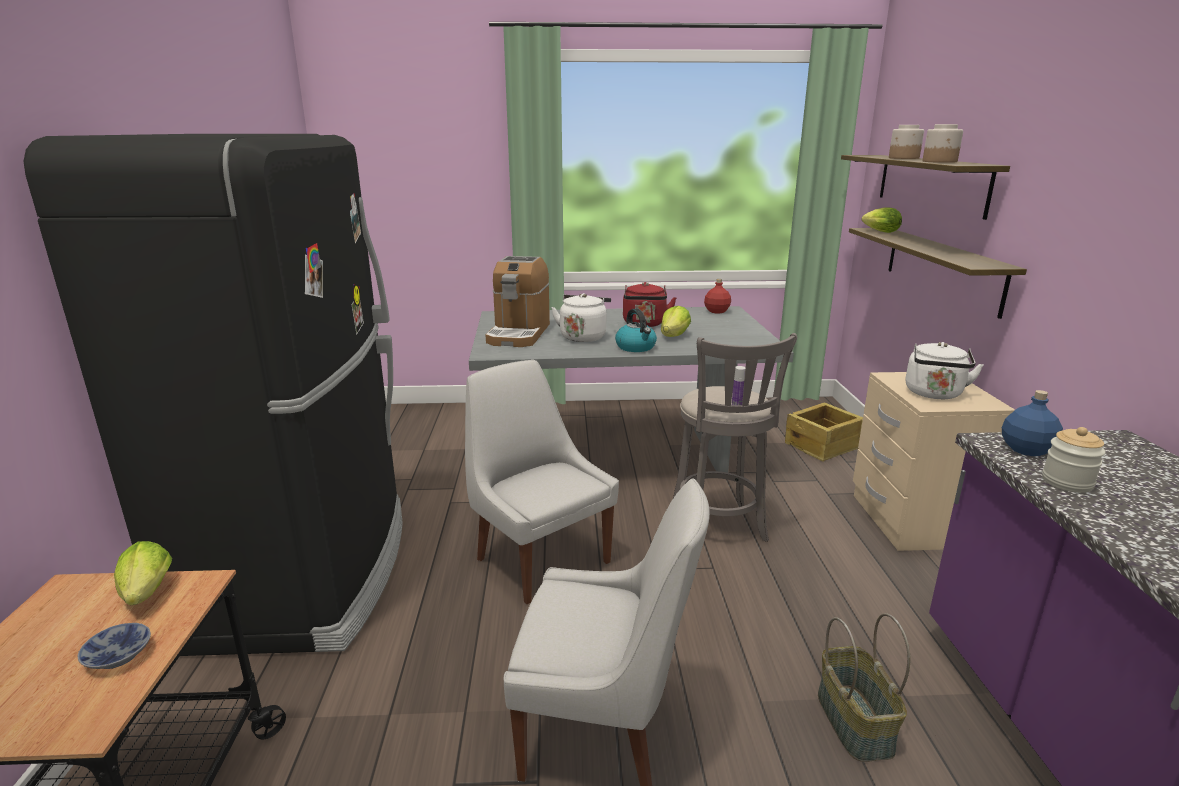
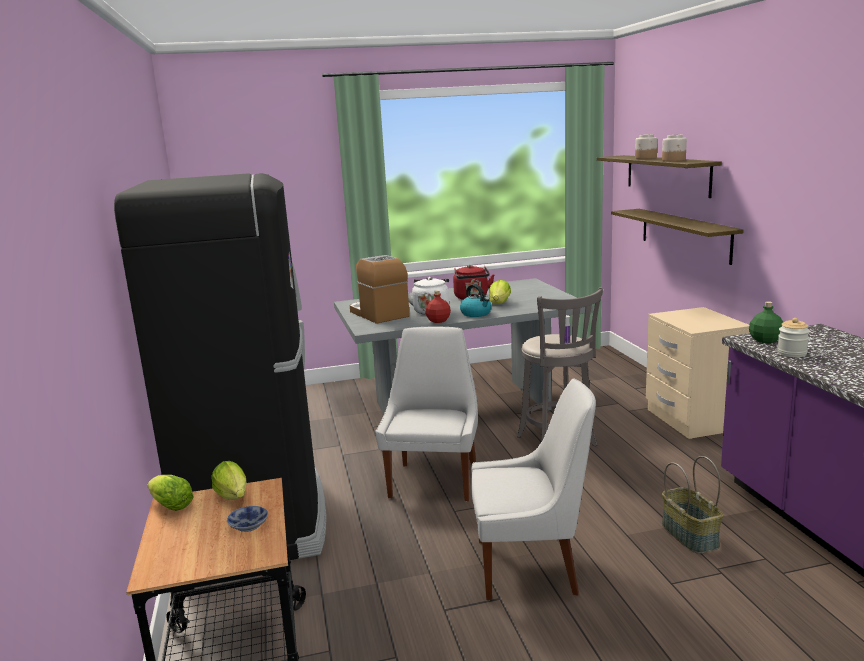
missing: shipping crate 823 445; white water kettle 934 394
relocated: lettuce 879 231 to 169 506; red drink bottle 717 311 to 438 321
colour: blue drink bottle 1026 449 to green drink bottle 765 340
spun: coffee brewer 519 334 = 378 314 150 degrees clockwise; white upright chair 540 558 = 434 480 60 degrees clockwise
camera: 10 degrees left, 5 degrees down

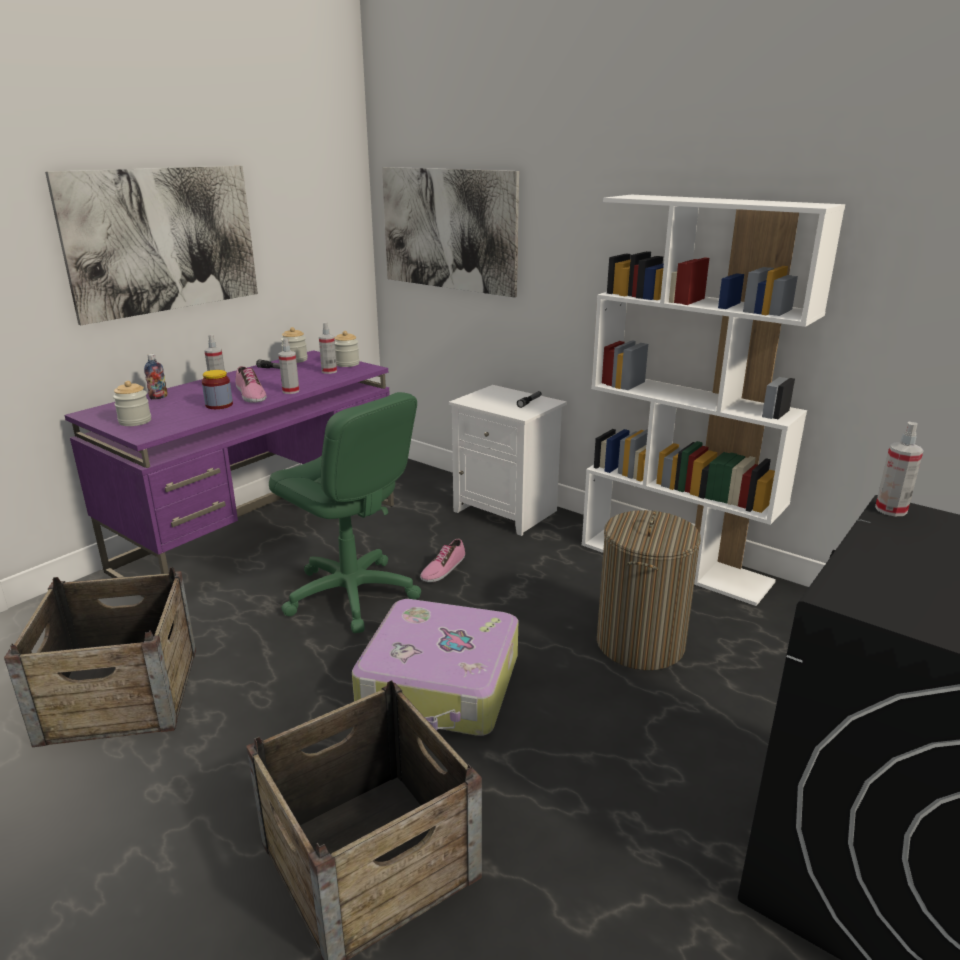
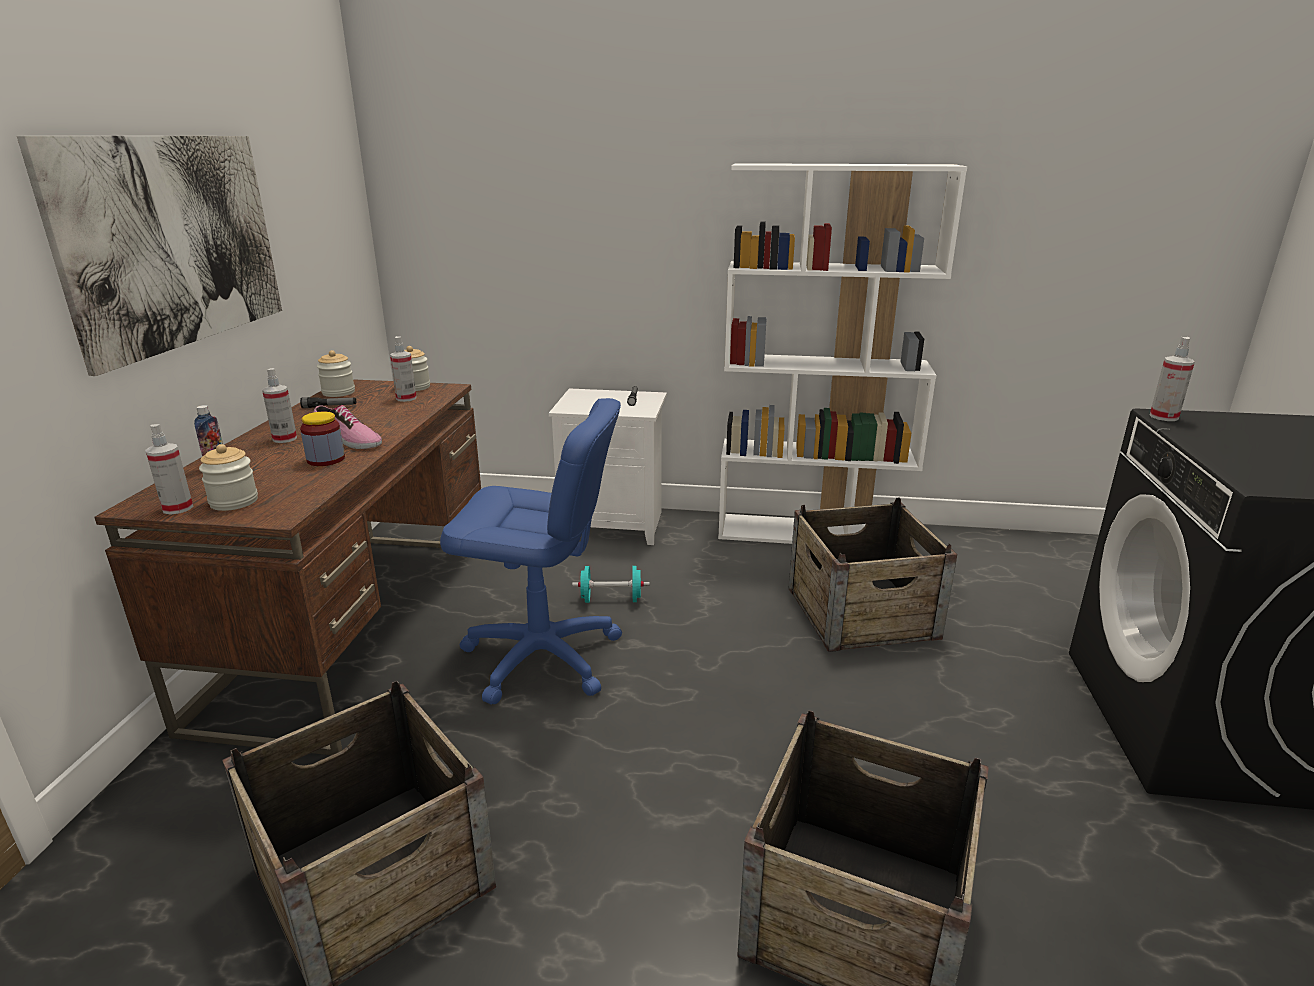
missing: piece of luggage 440 685; wall art 448 229
relocated: hand sprayer 291 391 to 177 508
exchanged: shoe 443 568 to turquoise-coloured free weight 611 599; washing basket 640 643 to shipping crate 860 612
colour: purple-coloured desk table 262 536 to brown desk table 358 625; green desk chair 351 595 to blue desk chair 542 657
camera: 30 degrees left, 0 degrees up

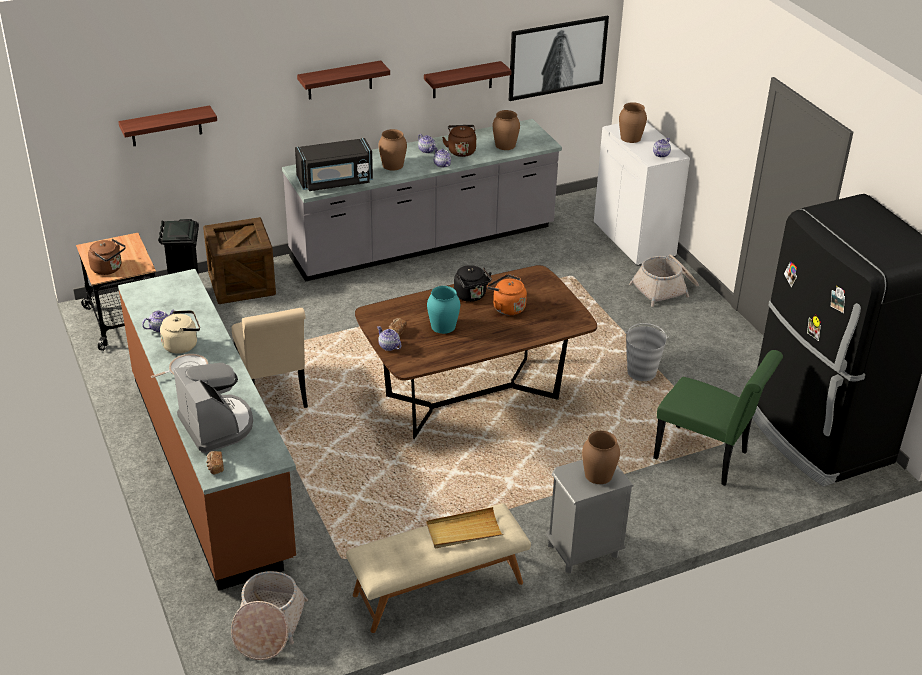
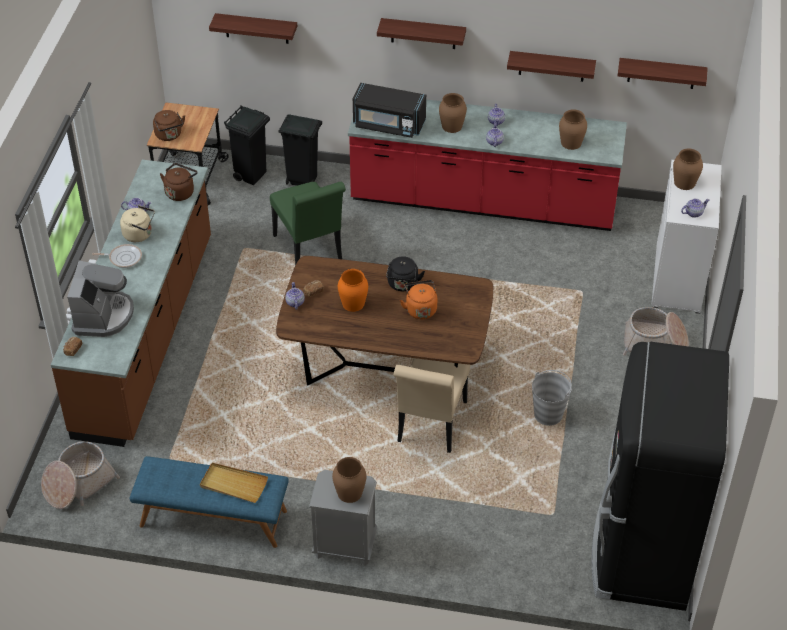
relocated: brown water kettle 461 151 to 180 192; green upright chair 707 457 to 309 251; sand-coloured upright chair 273 395 to 430 426
exchanged: shipping crate 242 284 to black waste bin 302 181; wall art 557 57 to shelf 661 73
colour: sand-coloured indoor bench 438 589 to blue indoor bench 213 519; turquoise-coloured decorative vase 443 326 to orange decorative vase 353 303; grey counter 424 244 to red counter 483 203
camera: 35 degrees right, 10 degrees up

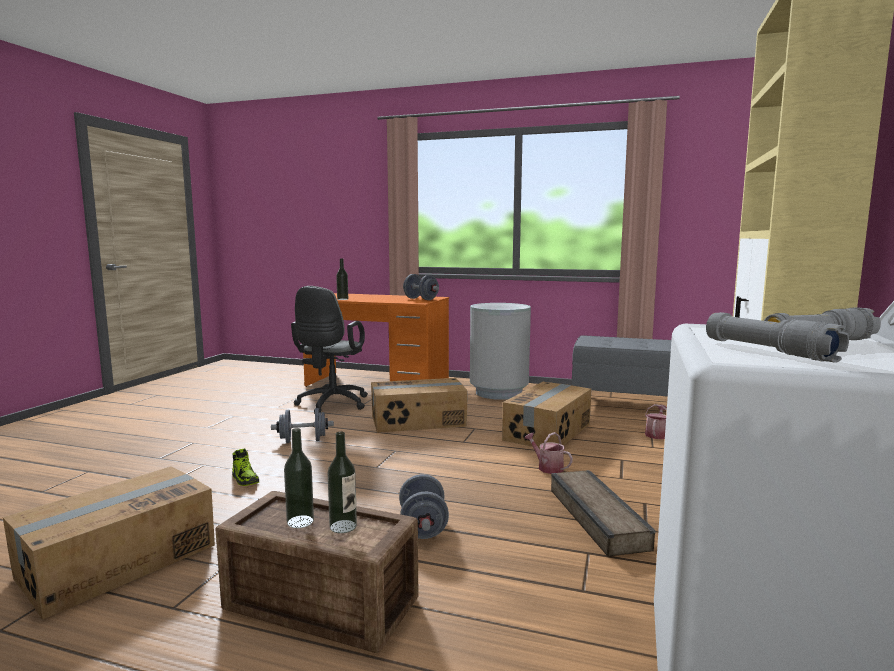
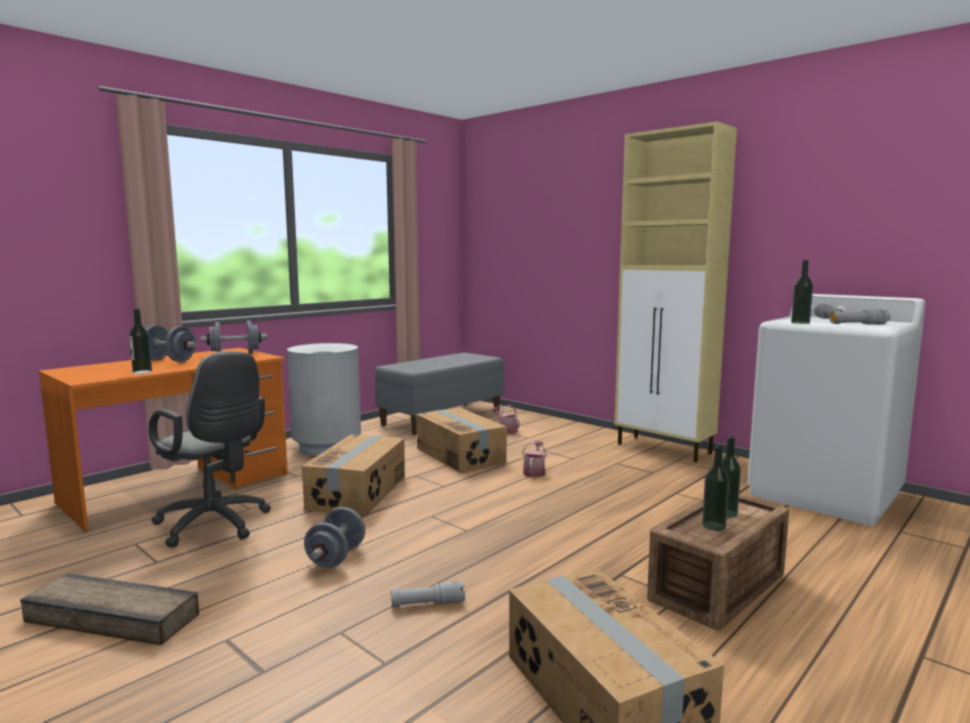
appeared: drink bottle 800 323
relocated: shipping crate 598 517 to 113 616; grey free weight 423 527 to 169 360
exchanged: shoe 245 479 to grey hand torch 428 604
spun: watering pot 547 467 = 534 472 120 degrees clockwise
camera: 65 degrees left, 0 degrees up

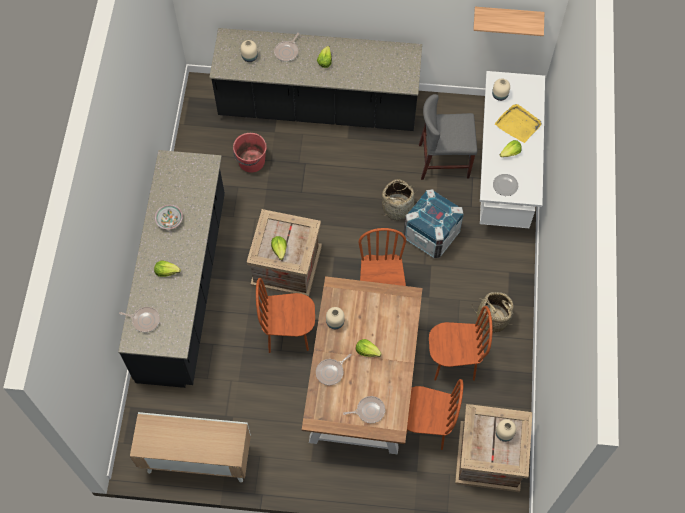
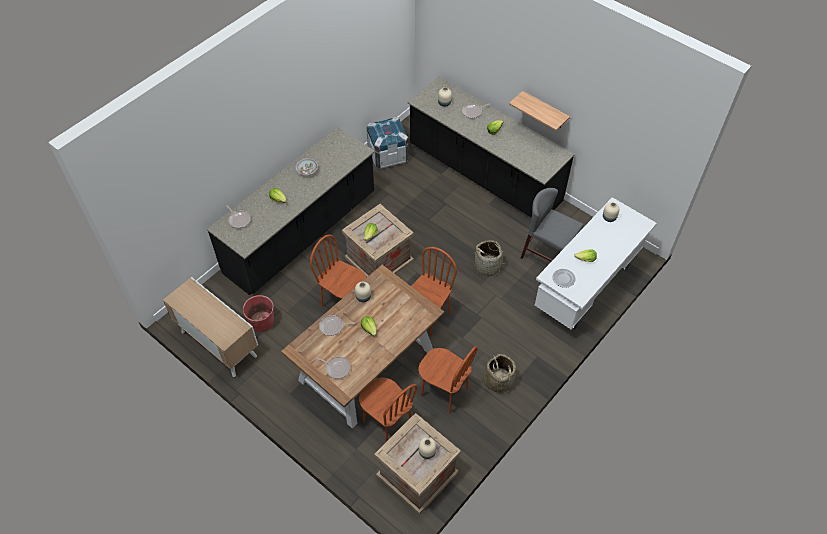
missing: yellow-coloured tray 518 124
relocated: red water bucket 251 161 to 261 322; shipping crate 431 234 to 388 155; shelf 508 16 to 544 110
camera: 35 degrees right, 10 degrees down

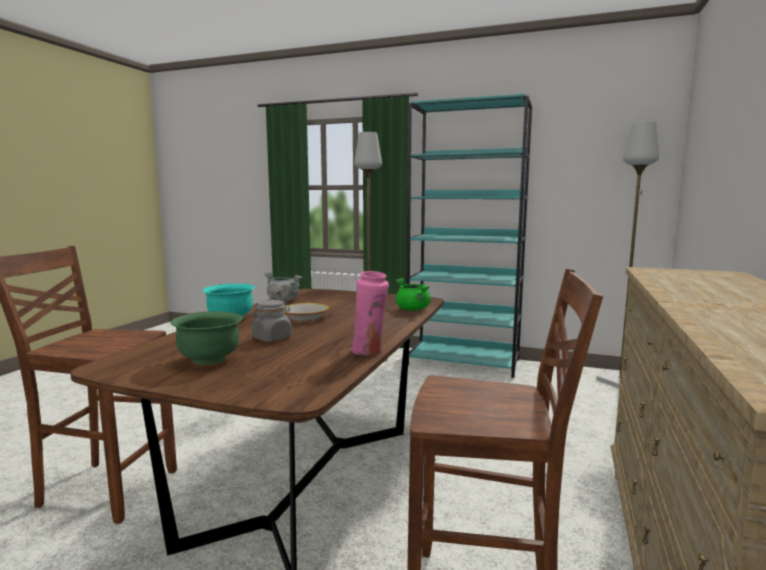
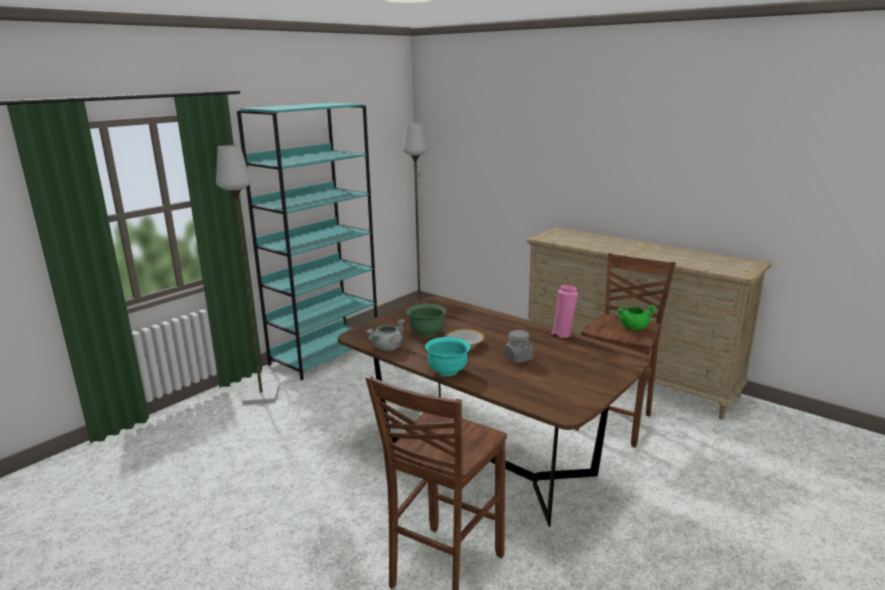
relocated: green serving bowl 209 360 to 427 333; green cooking pot 413 309 to 633 327
camera: 70 degrees left, 10 degrees up

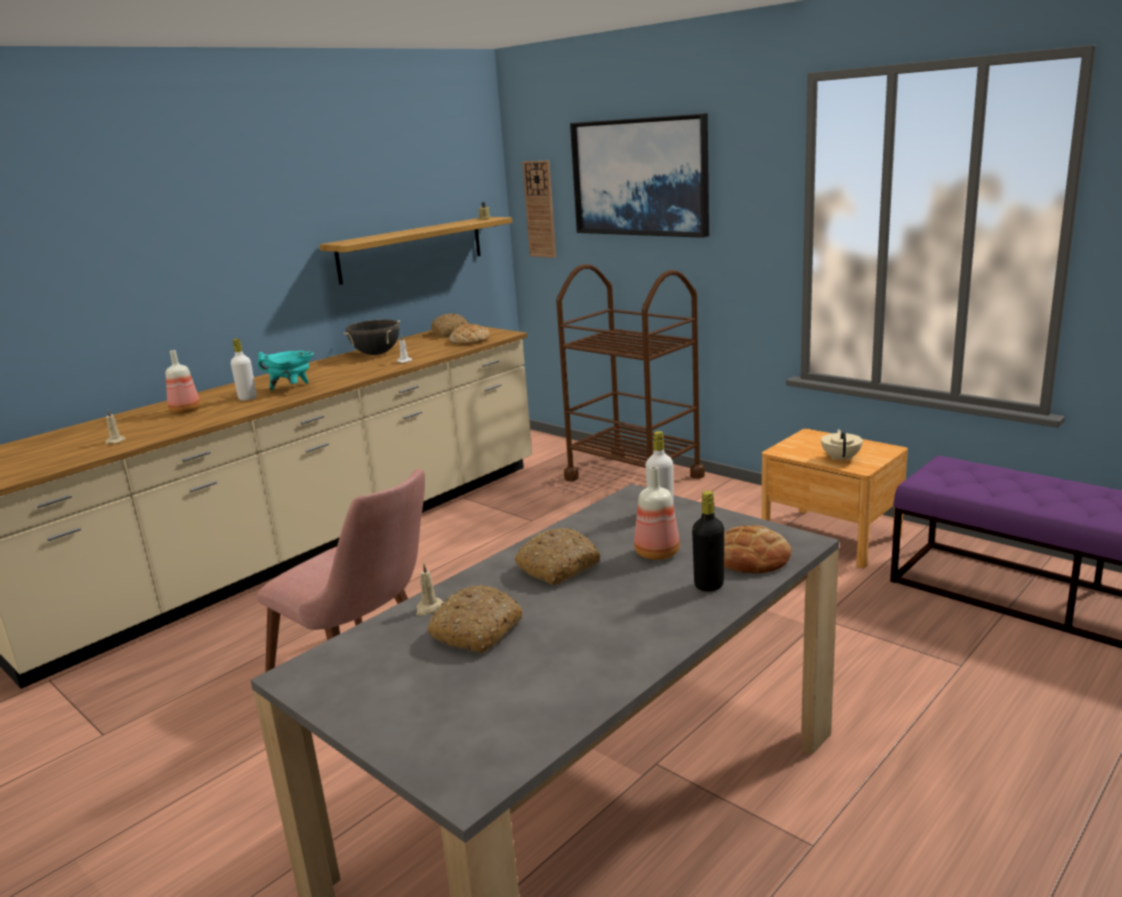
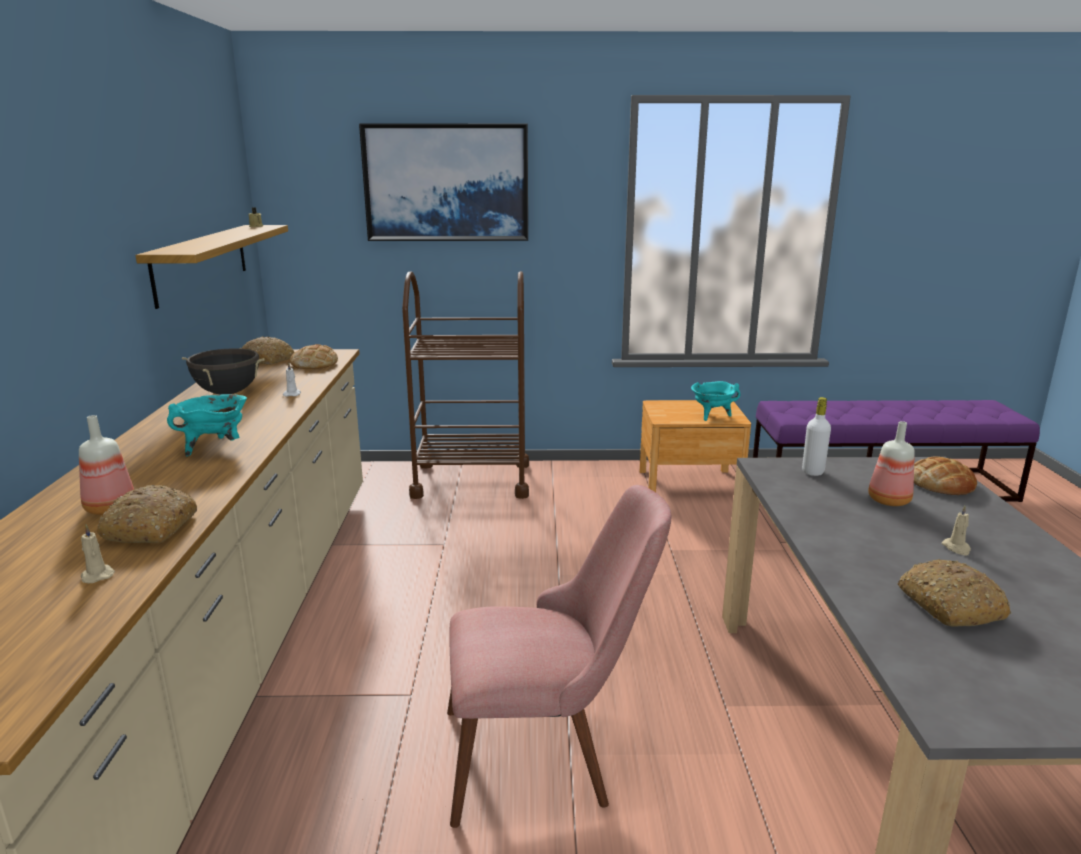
missing: white drink bottle 247 398; clock on the wall 540 209; black drink bottle 709 585
relocated: baked bread 558 567 to 151 527; sand-coloured wax light 428 608 to 956 548
exchanged: sand-coloured teapot 841 458 to turquoise-coloured cooking pot 712 416
camera: 45 degrees left, 0 degrees up

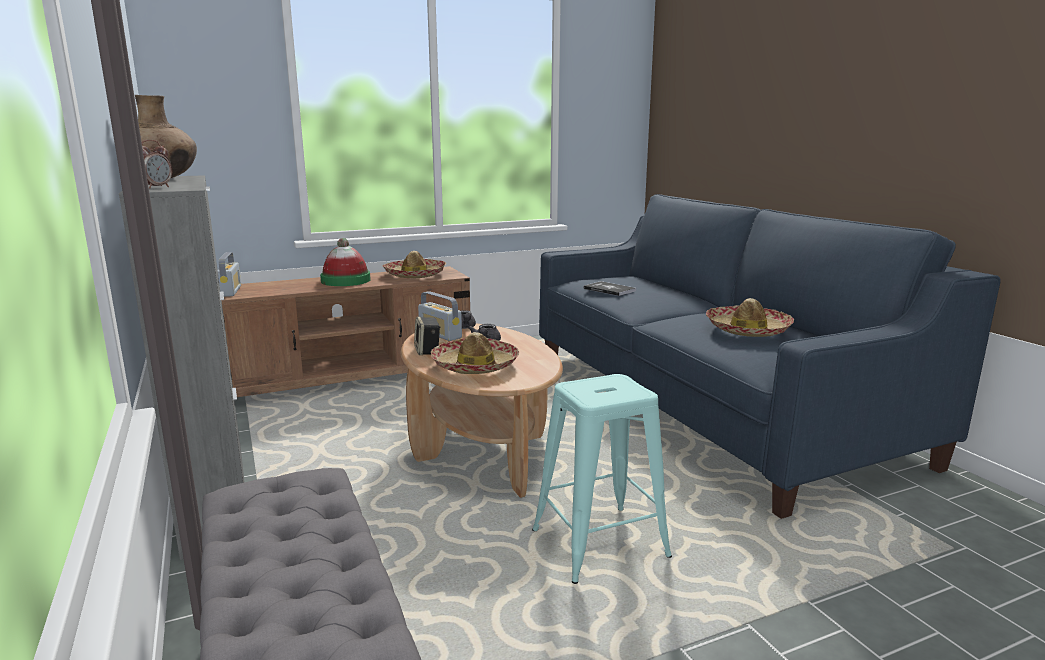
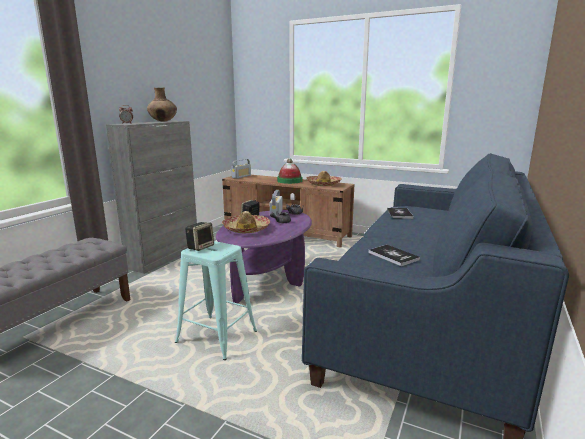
appeared: speaker 200 247
exchanged: wearable hat 747 330 to book 393 256
colour: brown low table 480 449 to purple-coloured low table 267 279
camera: 50 degrees right, 0 degrees up

